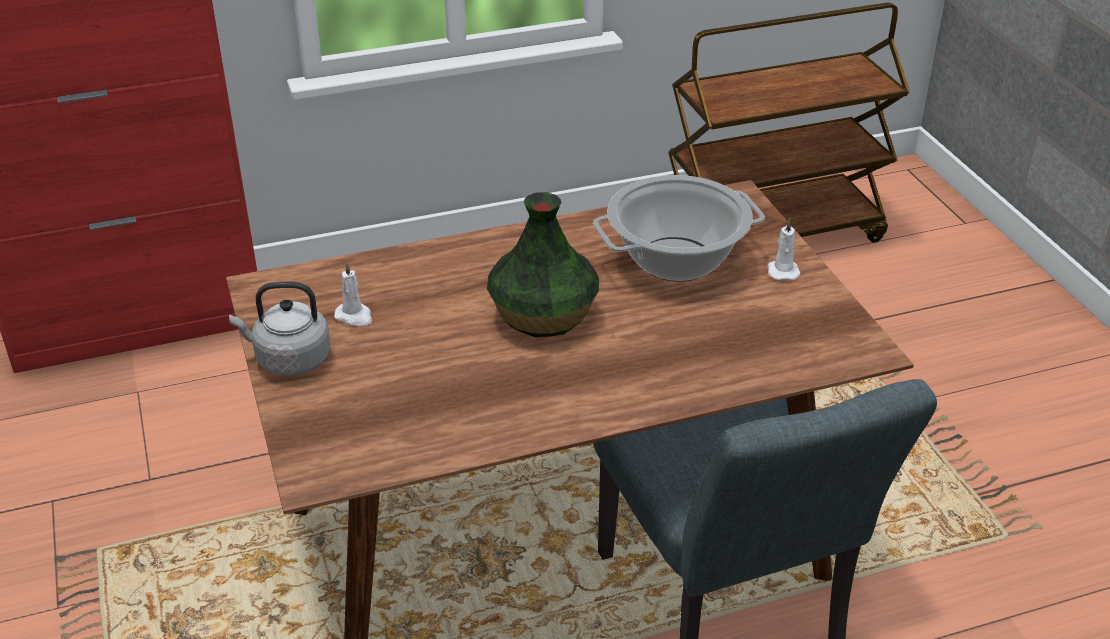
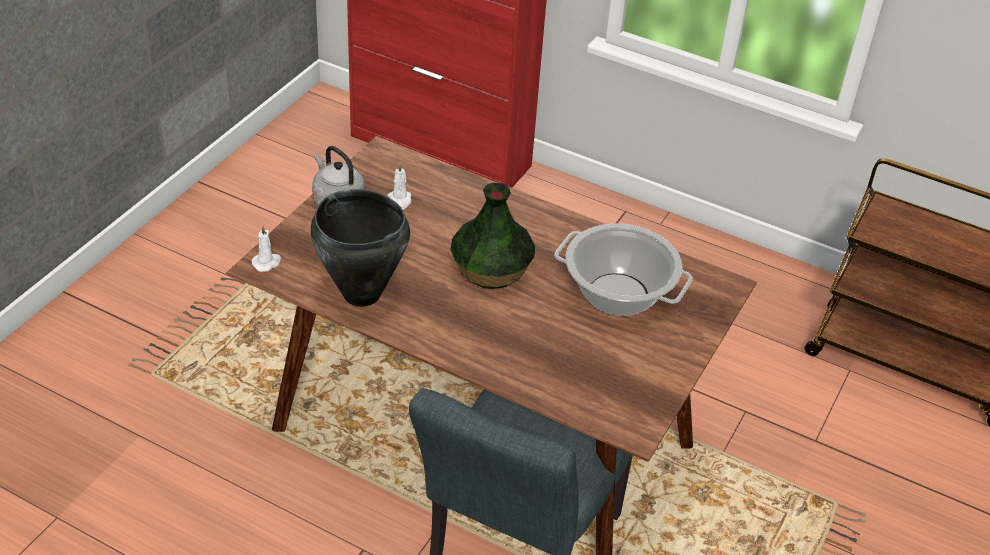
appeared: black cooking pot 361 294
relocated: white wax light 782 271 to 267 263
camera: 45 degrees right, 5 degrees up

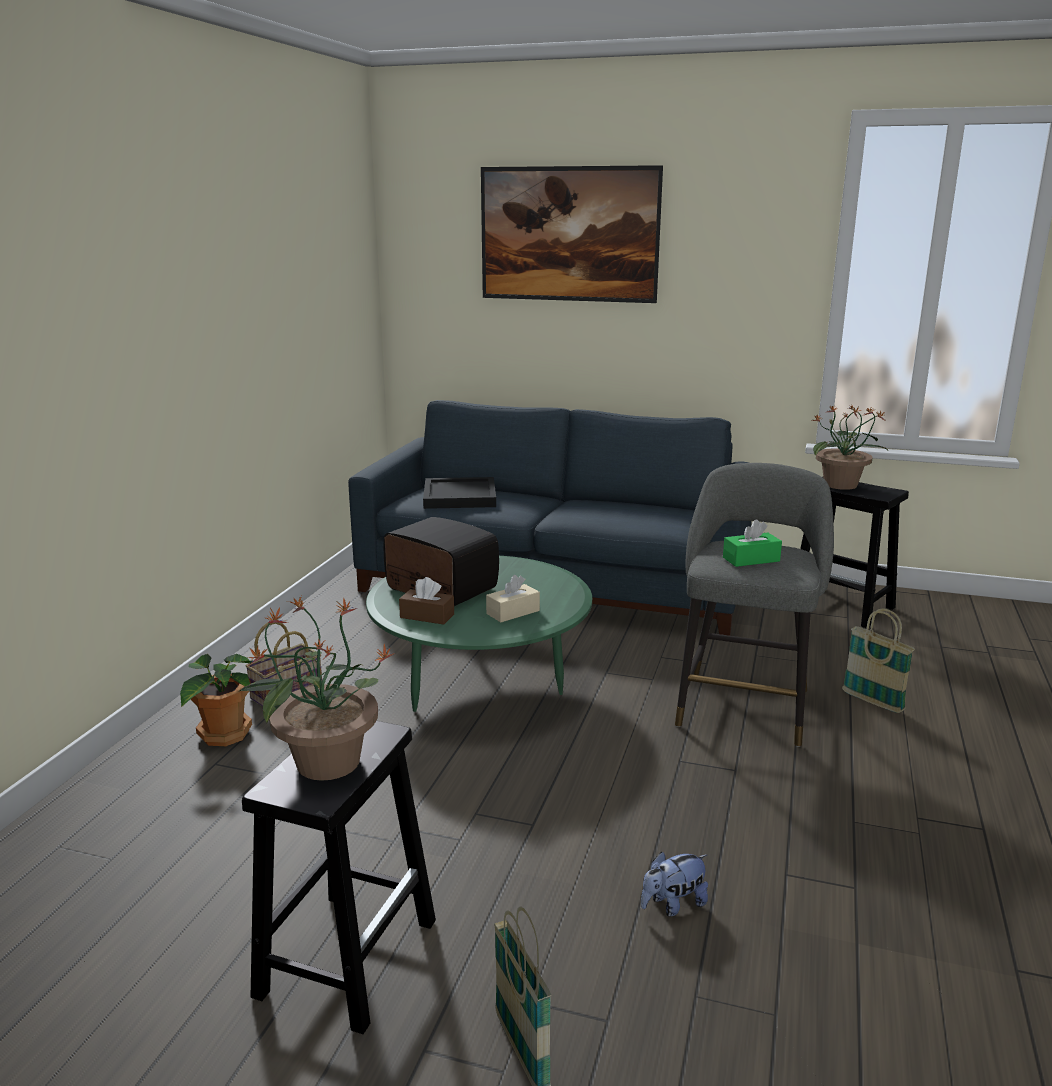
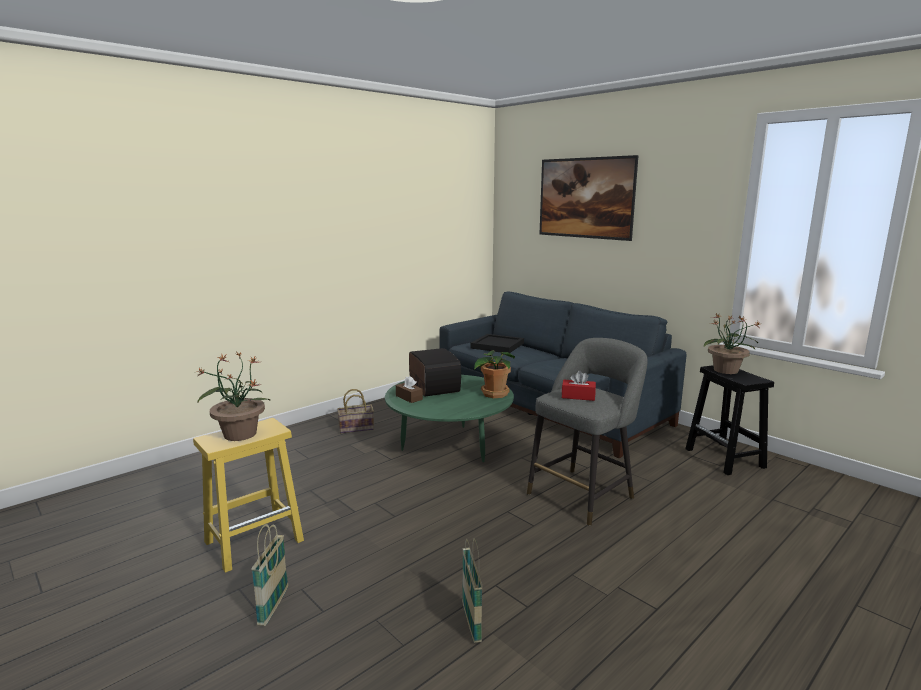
missing: sand-coloured box of tissues 513 612; plush toy 673 904
relocated: storage basket 872 701 to 471 623; plant in a pot 222 735 to 493 394
colour: black sitting stool 348 955 to yellow-coloured sitting stool 255 540; green box of tissues 751 559 to red box of tissues 578 396
camera: 30 degrees right, 5 degrees down

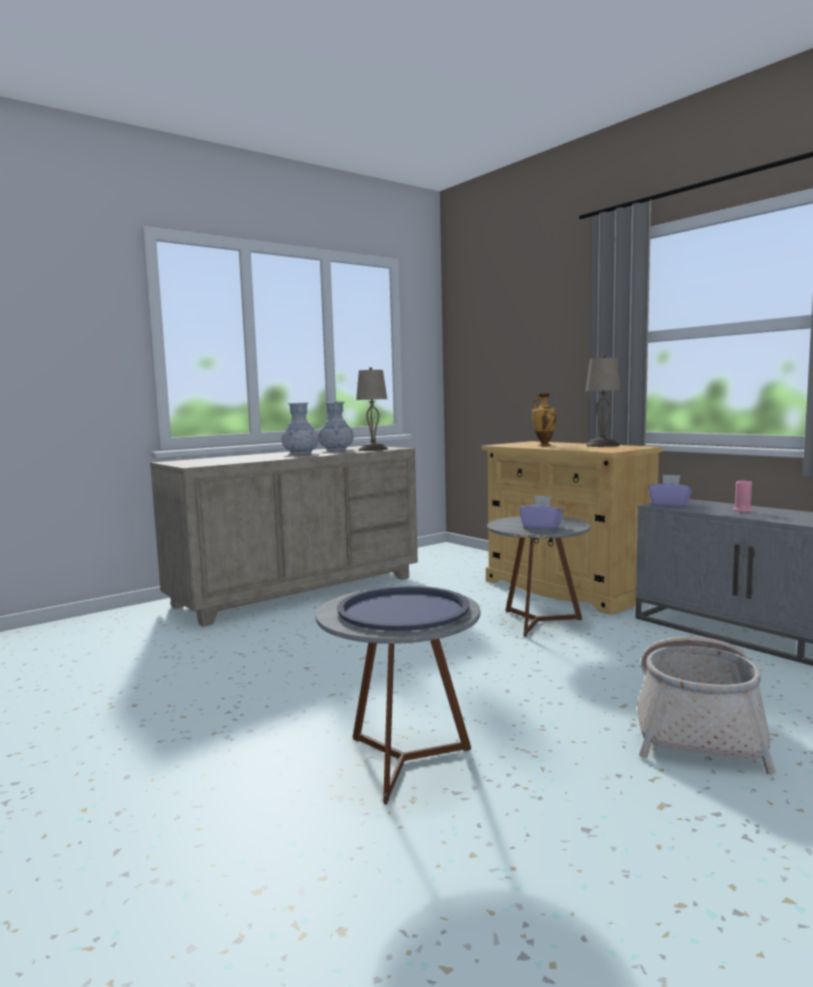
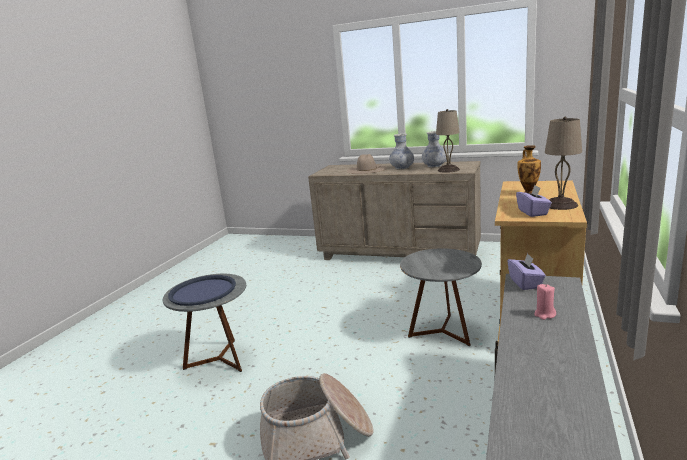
appeared: sand-coloured wearable hat 366 169
relocated: purple-coloured box of tissues 541 527 to 533 212
camera: 60 degrees right, 10 degrees up

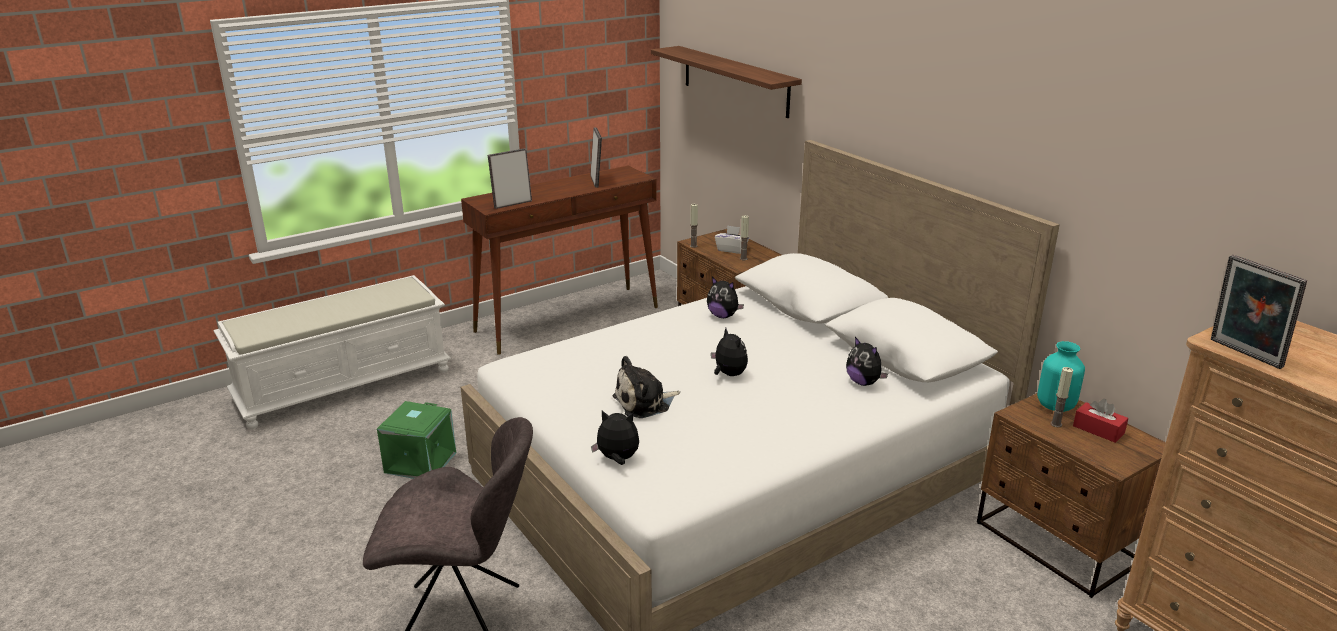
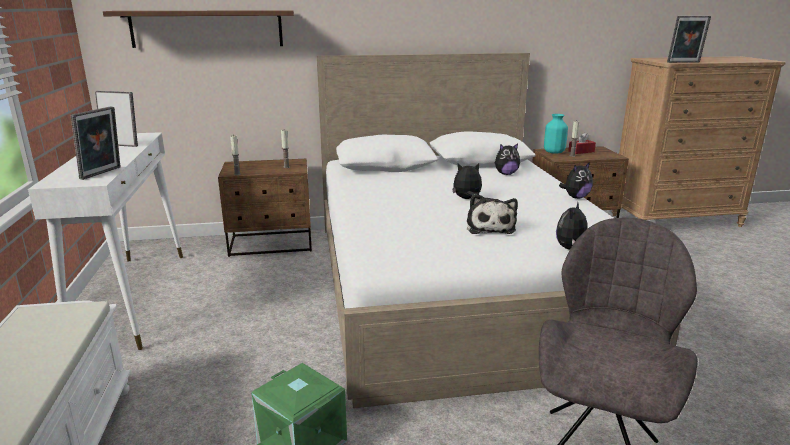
missing: white box of tissues 731 249
relocated: plush toy 723 316 to 575 197
colour: brown console table 568 319 to white console table 134 298
spun: photo frame 512 204 = 103 173 150 degrees counterclockwise
camera: 65 degrees left, 5 degrees down

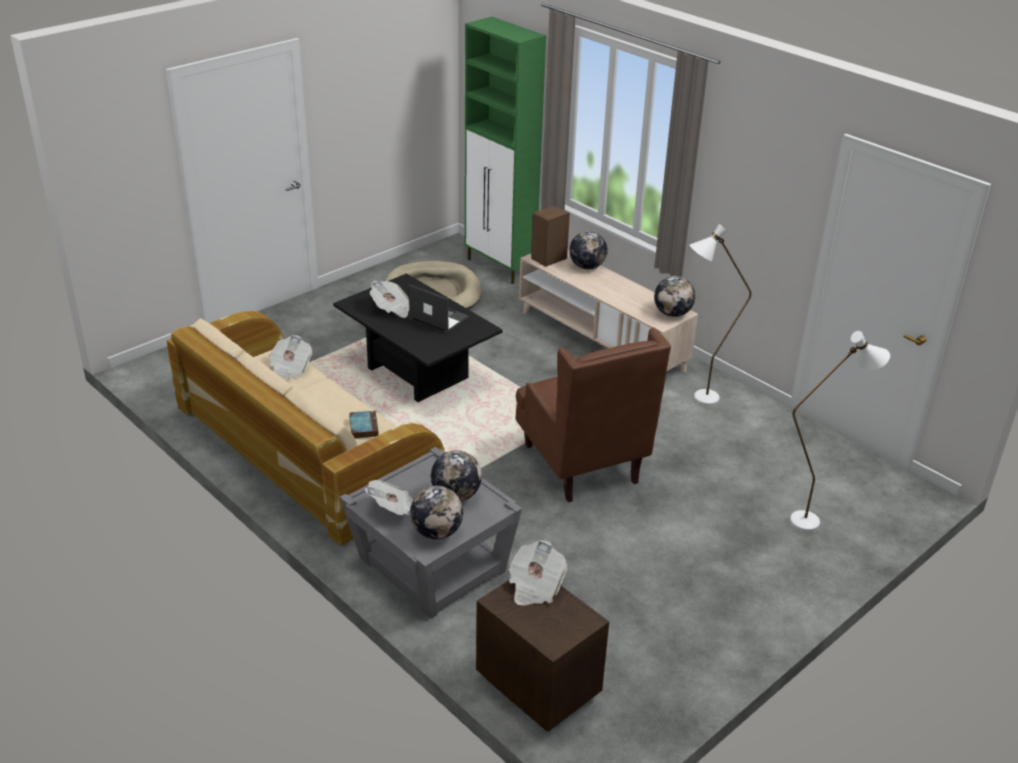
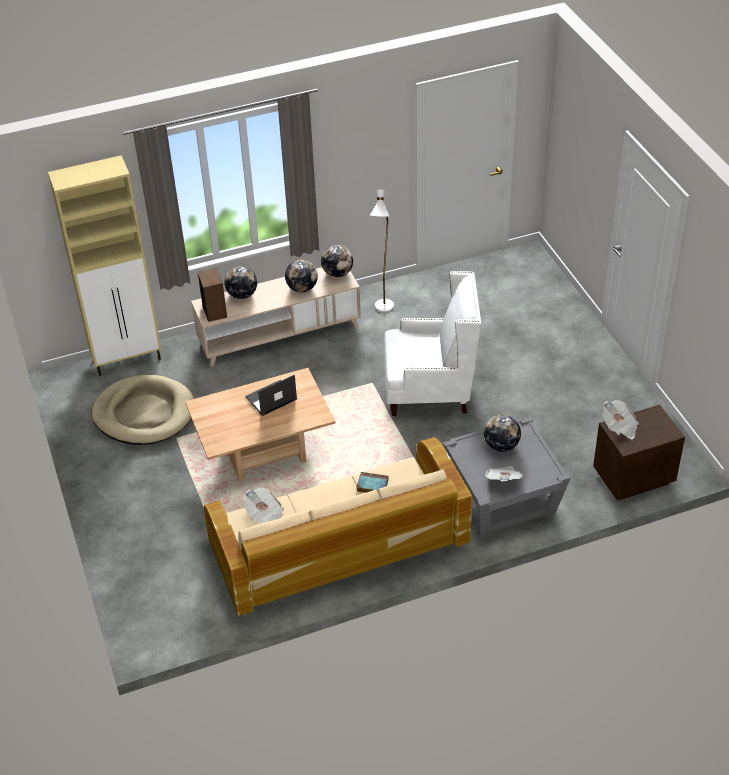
missing: daily paper 392 309; white floor lamp 815 521
relocated: world globe 437 532 to 302 288
colour: green cupboard 500 267 to sand-coloured cupboard 128 359; black low table 417 373 to sand-coloured low table 264 452; brown armchair 582 465 to white armchair 429 393
camera: 65 degrees left, 10 degrees up

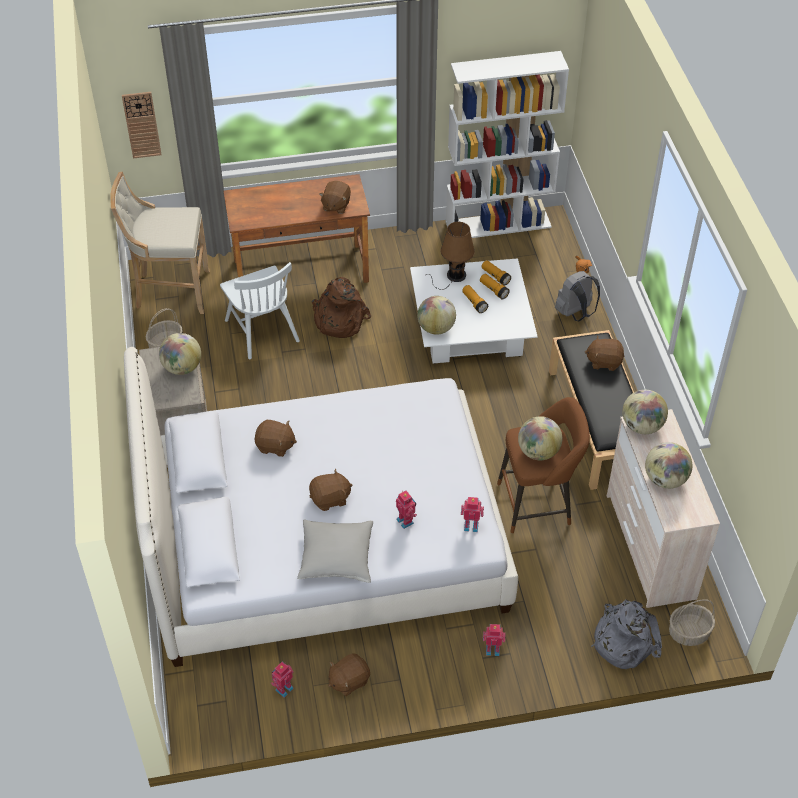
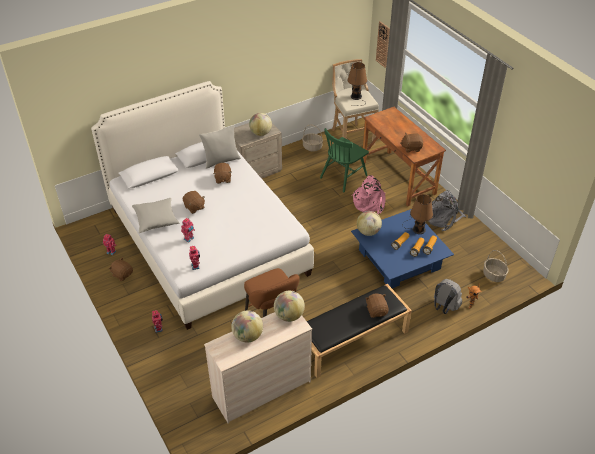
missing: white shelving unit 498 224; world globe 538 452
appeared: grey cushion 221 160; brown table lamp 356 97
relocated: grey backpack 623 640 to 443 218; storage basket 688 633 to 493 275
colour: white upright chair 262 330 to green upright chair 343 176; brown backpack 338 320 to pink-coloured backpack 369 203; white low table 470 328 to blue low table 398 259
camera: 70 degrees right, 5 degrees down

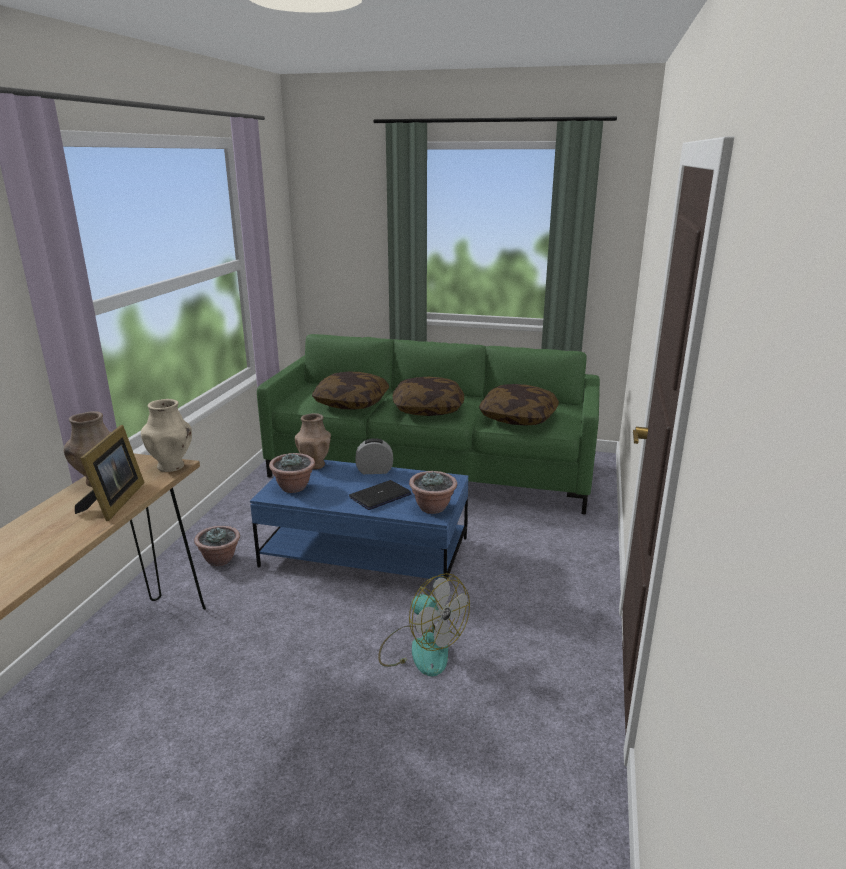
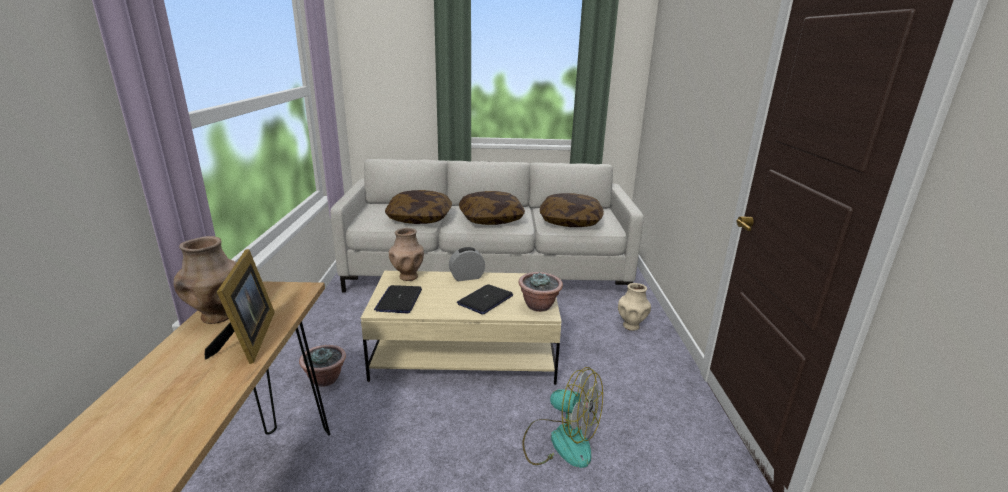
relocated: sand-coloured decorative vase 171 466 to 631 326
exchanged: plant in a pot 294 487 to portable computer 399 300
colour: green settee 431 469 to grey settee 488 272; blue low table 366 552 to sand-coloured low table 465 353
camera: 15 degrees left, 0 degrees up

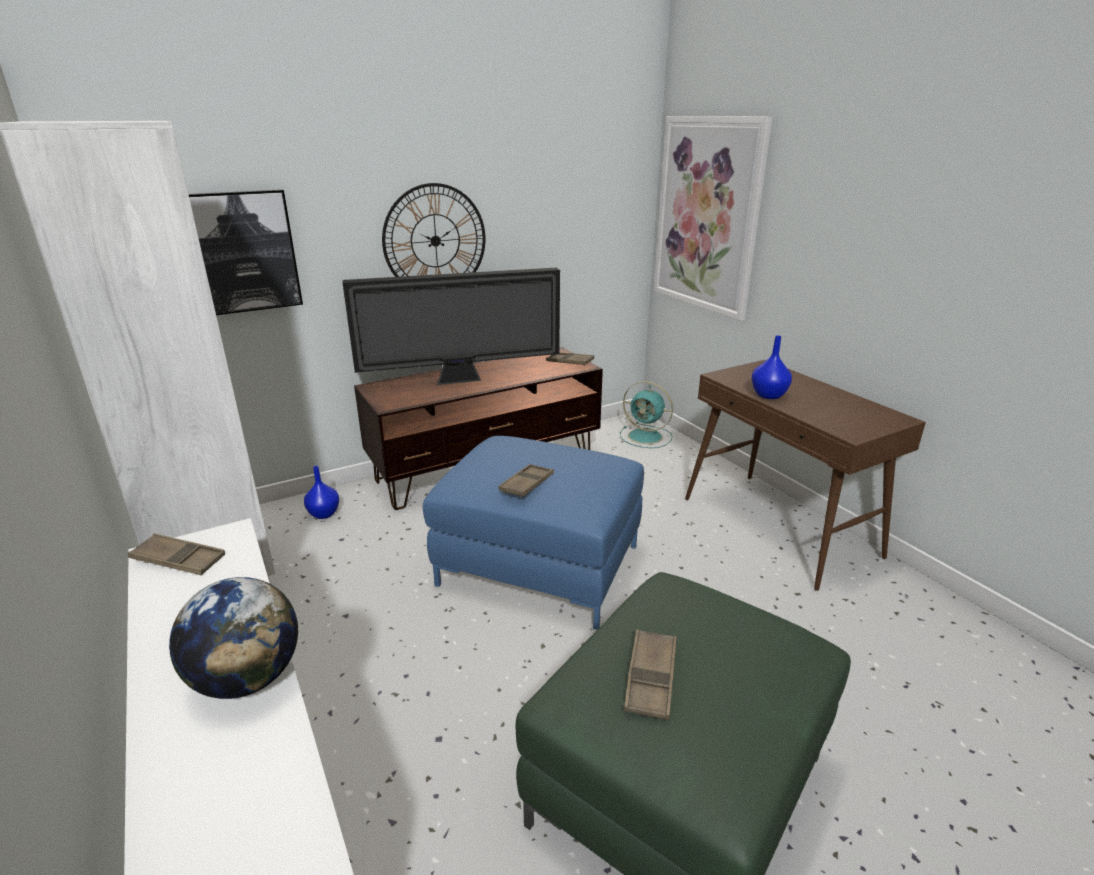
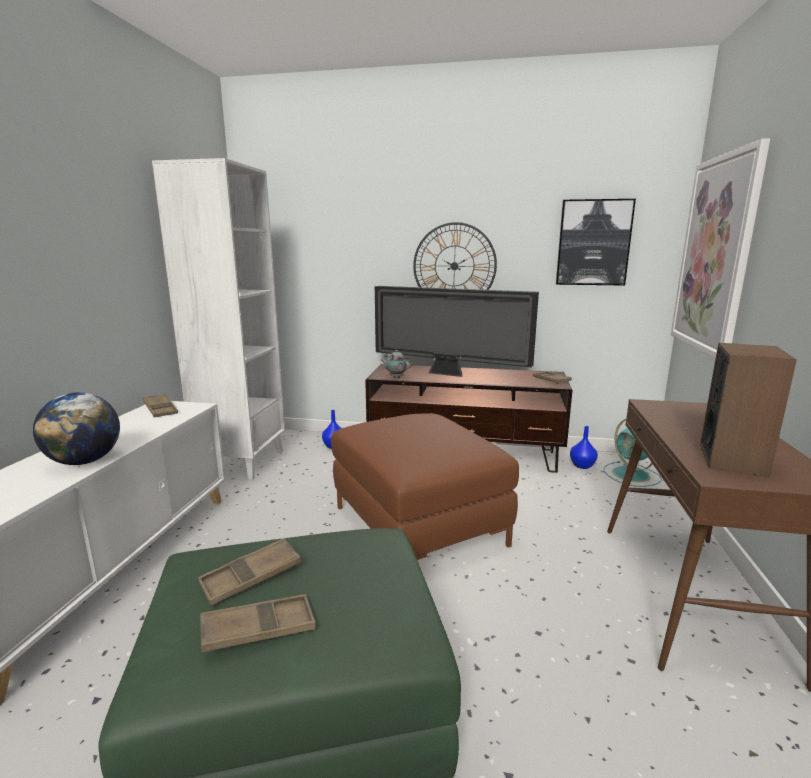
appeared: teapot 395 377; speaker 732 459
relocated: brown tray 527 484 to 258 629; wall art 243 252 to 593 243; blue decorative vase 769 395 to 582 466
colour: blue pouffe 539 565 to brown pouffe 418 525
camera: 40 degrees right, 10 degrees down

